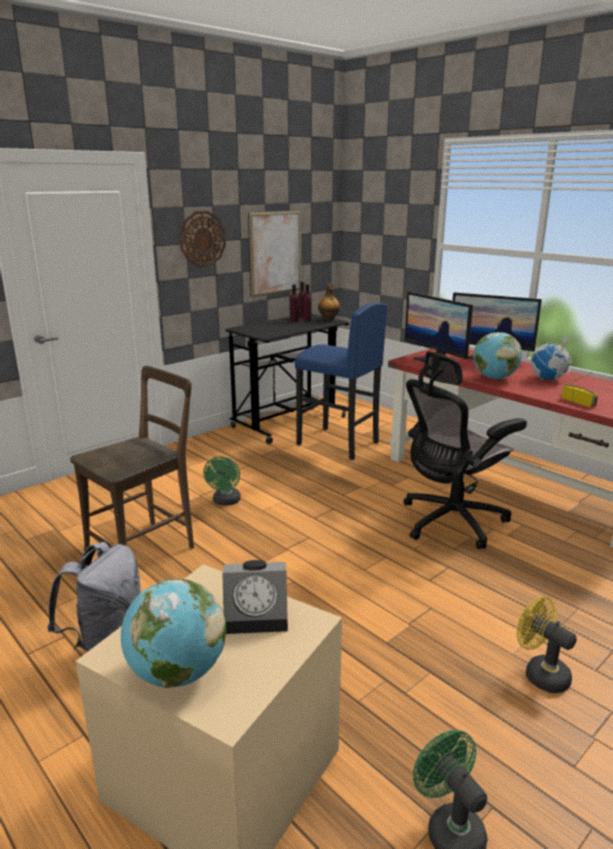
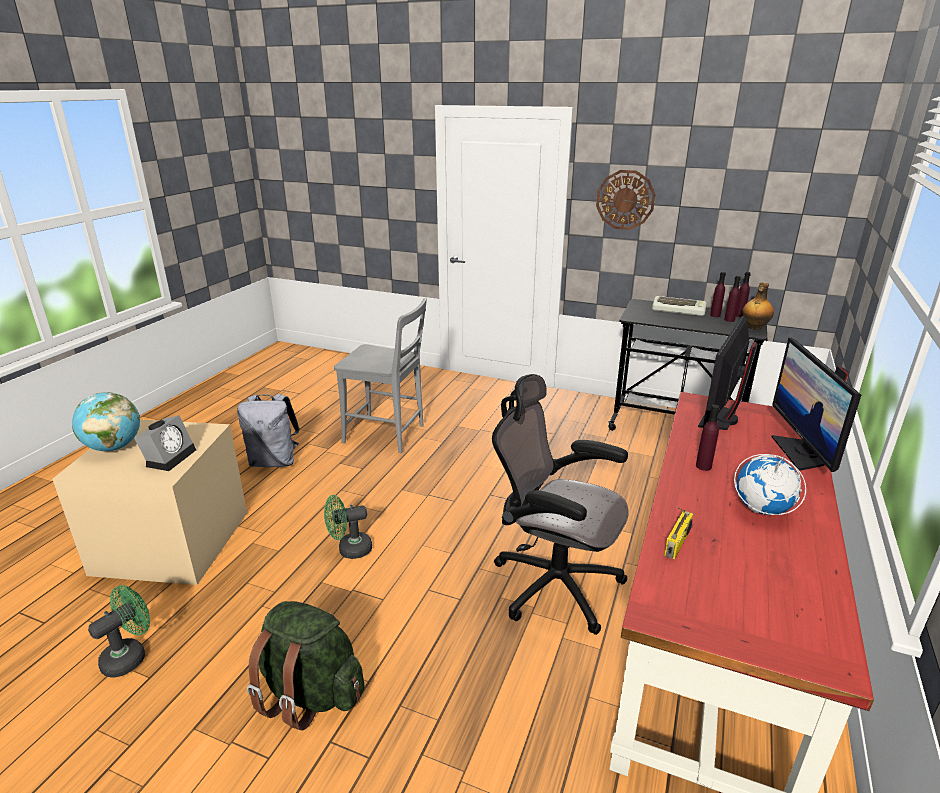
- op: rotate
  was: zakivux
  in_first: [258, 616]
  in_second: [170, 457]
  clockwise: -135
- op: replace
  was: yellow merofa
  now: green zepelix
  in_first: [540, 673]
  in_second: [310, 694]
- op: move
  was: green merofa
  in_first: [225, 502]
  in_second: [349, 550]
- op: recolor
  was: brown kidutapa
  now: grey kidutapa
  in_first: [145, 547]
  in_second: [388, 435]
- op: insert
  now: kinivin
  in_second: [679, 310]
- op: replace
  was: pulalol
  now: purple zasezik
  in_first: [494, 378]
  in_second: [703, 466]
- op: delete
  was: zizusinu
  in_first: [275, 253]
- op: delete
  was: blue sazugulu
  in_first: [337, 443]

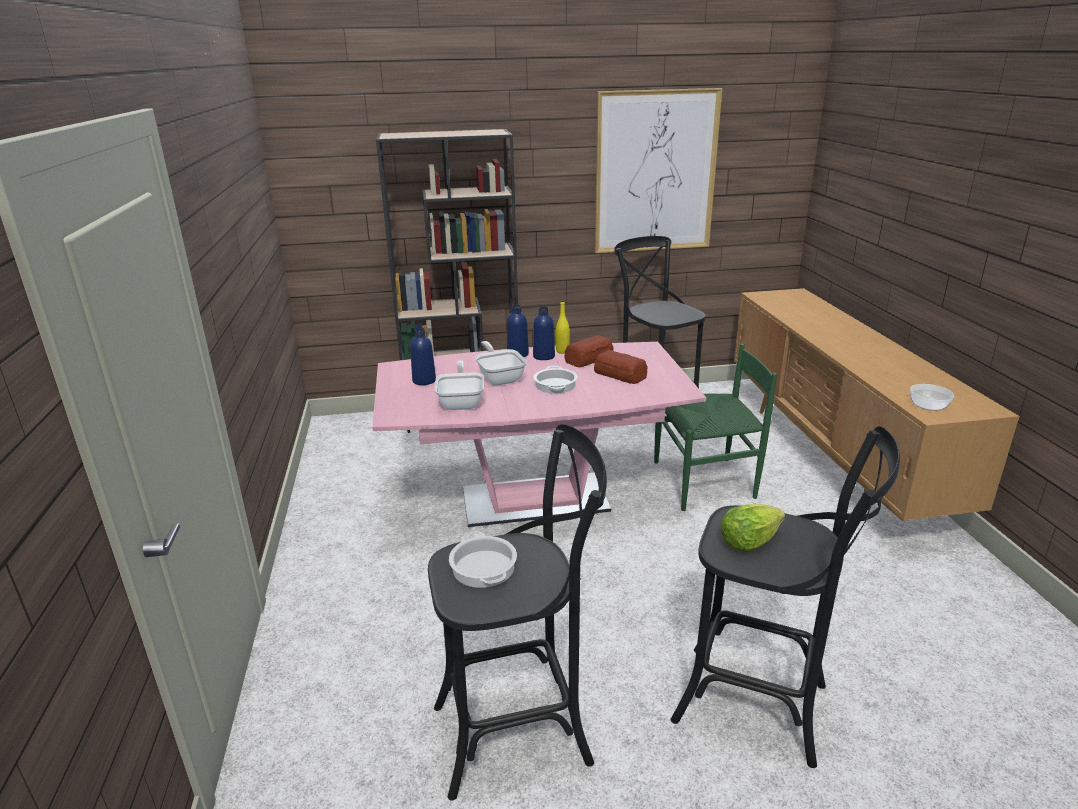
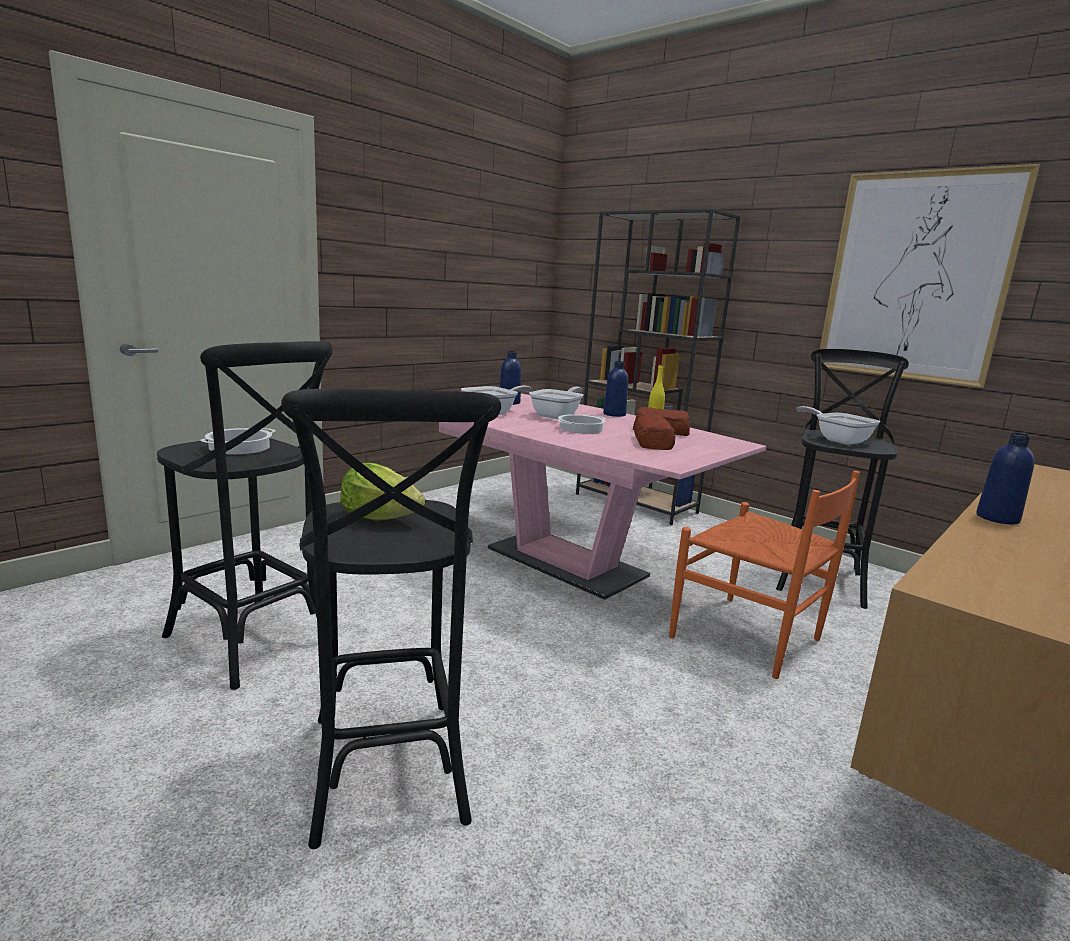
- op: recolor
  was: green kidutapa
  now: orange kidutapa
  in_first: [705, 482]
  in_second: [748, 638]
- op: insert
  now: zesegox
  in_second: [837, 440]
- op: move
  was: blue zasezik
  in_first: [544, 356]
  in_second: [997, 518]
- op: delete
  was: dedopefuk
  in_first: [928, 406]

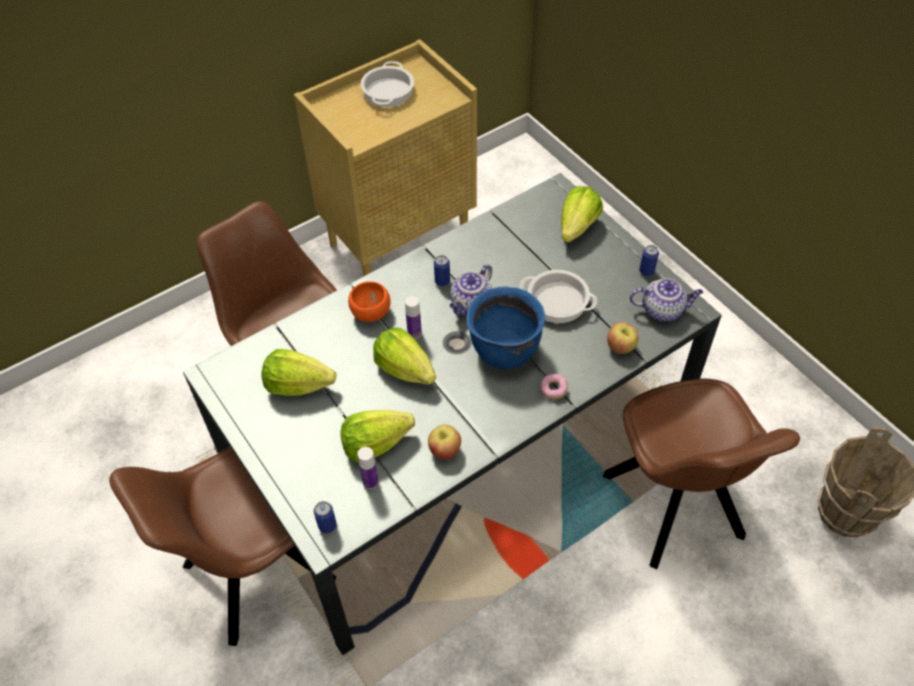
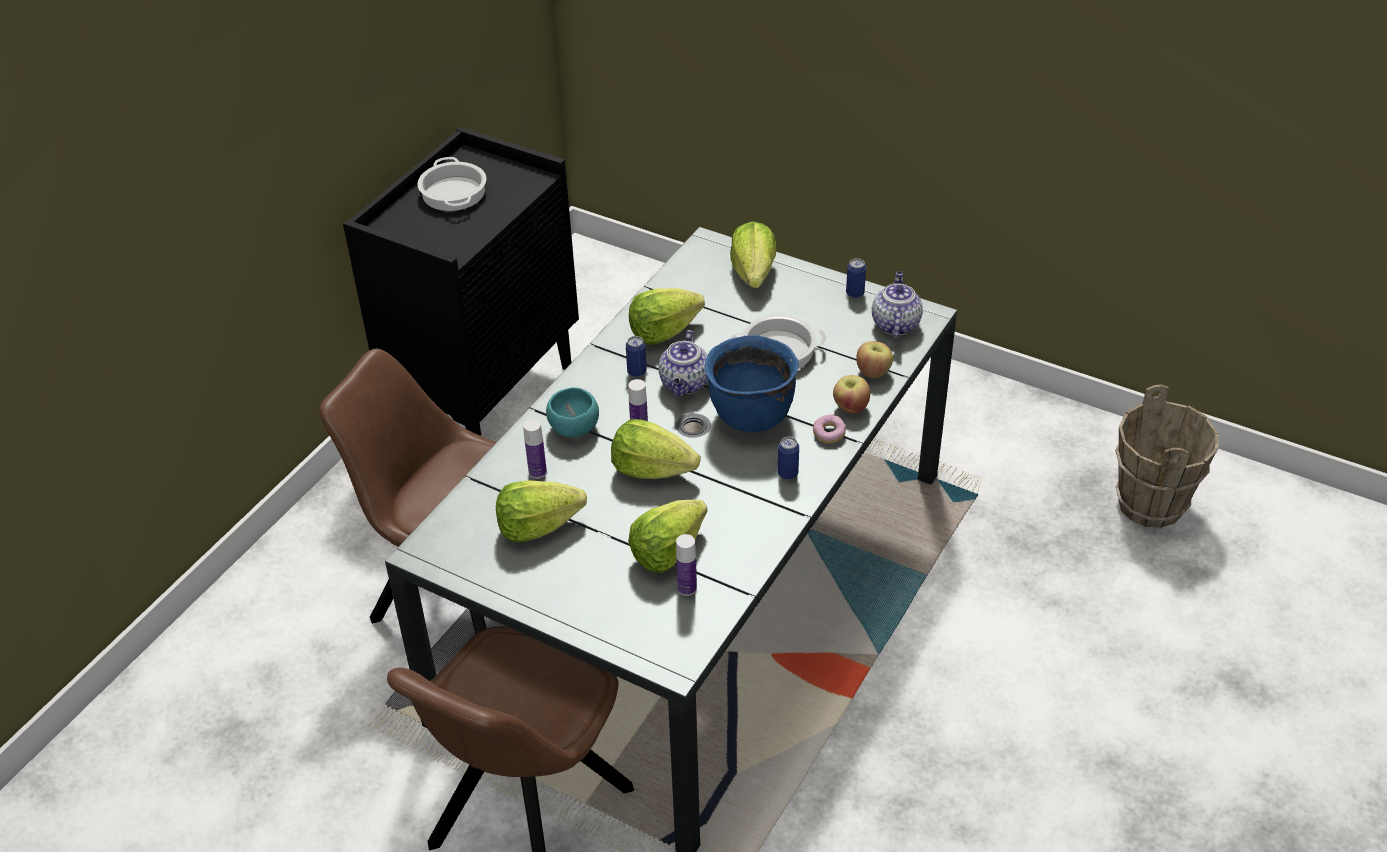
- op: recolor
  was: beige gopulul
  now: black gopulul
  in_first: [400, 240]
  in_second: [487, 397]
- op: insert
  now: zasezik
  in_second: [537, 472]
- op: recolor
  was: orange dedopefuk
  now: turquoise dedopefuk
  in_first: [369, 312]
  in_second: [572, 428]
- op: insert
  now: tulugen
  in_second: [663, 331]
- op: move
  was: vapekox
  in_first: [327, 525]
  in_second: [787, 473]
- op: move
  was: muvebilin
  in_first: [444, 450]
  in_second: [850, 407]
- op: rotate
  was: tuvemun
  in_first: [663, 310]
  in_second: [895, 324]
  clockwise: -60
- op: delete
  was: brown kidutapa
  in_first: [674, 506]

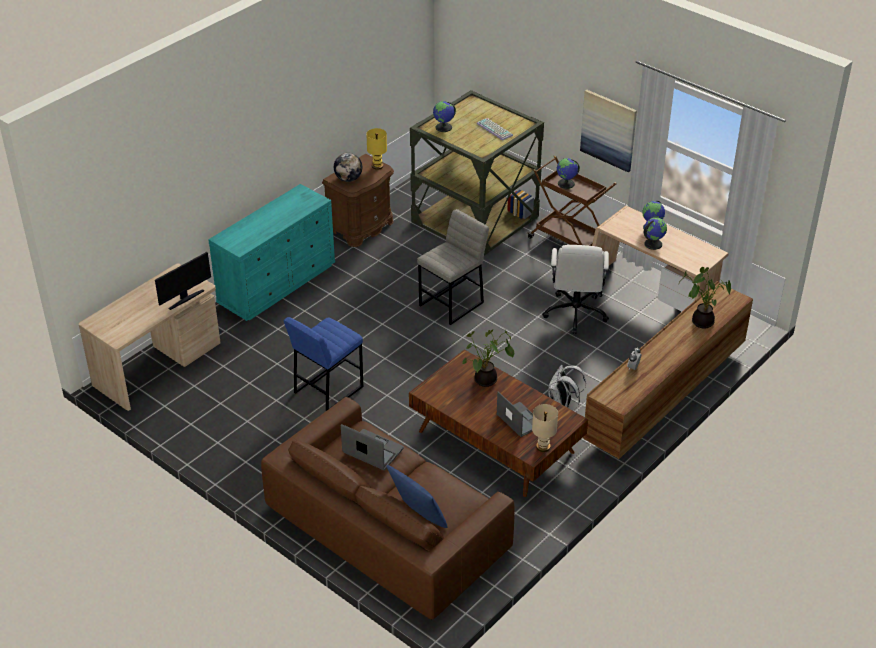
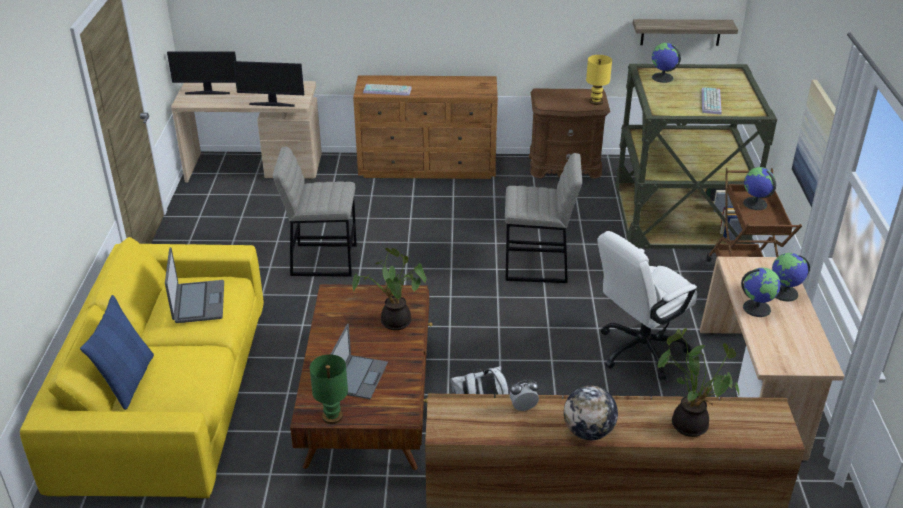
- op: recolor
  was: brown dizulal
  now: yellow dizulal
  in_first: [387, 527]
  in_second: [165, 392]
- op: insert
  now: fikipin
  in_second: [207, 93]
- op: recolor
  was: blue kidutapa
  now: grey kidutapa
  in_first: [327, 390]
  in_second: [322, 260]
- op: recolor
  was: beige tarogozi
  now: green tarogozi
  in_first: [542, 446]
  in_second: [332, 416]
- op: recolor
  was: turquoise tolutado
  now: brown tolutado
  in_first: [277, 284]
  in_second: [428, 167]
- op: insert
  now: kinivin
  in_second: [388, 90]
- op: move
  was: pulalol
  in_first: [348, 179]
  in_second: [588, 432]
- op: insert
  now: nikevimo
  in_second: [681, 32]

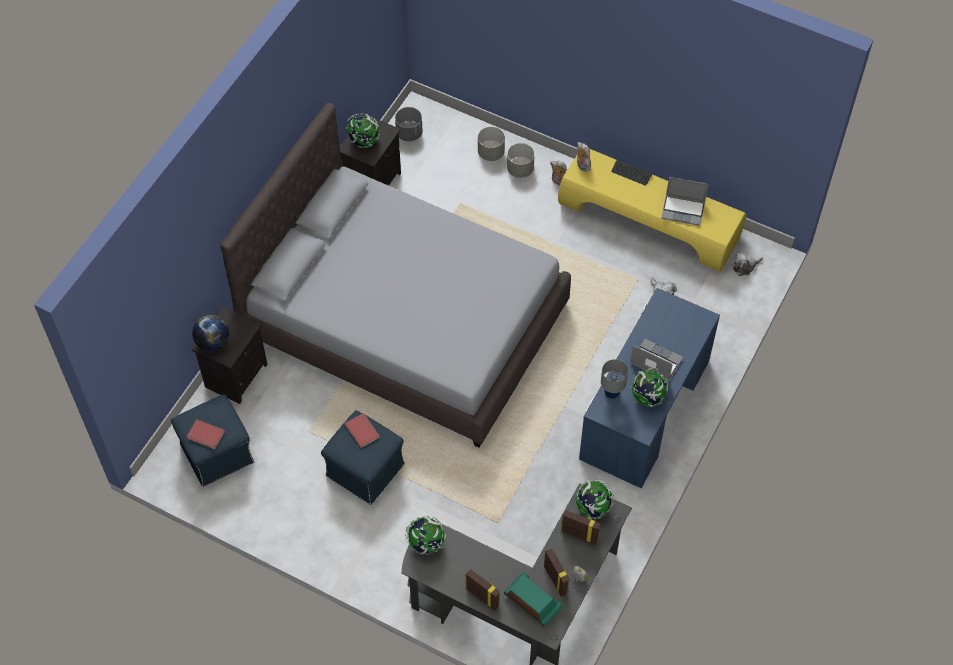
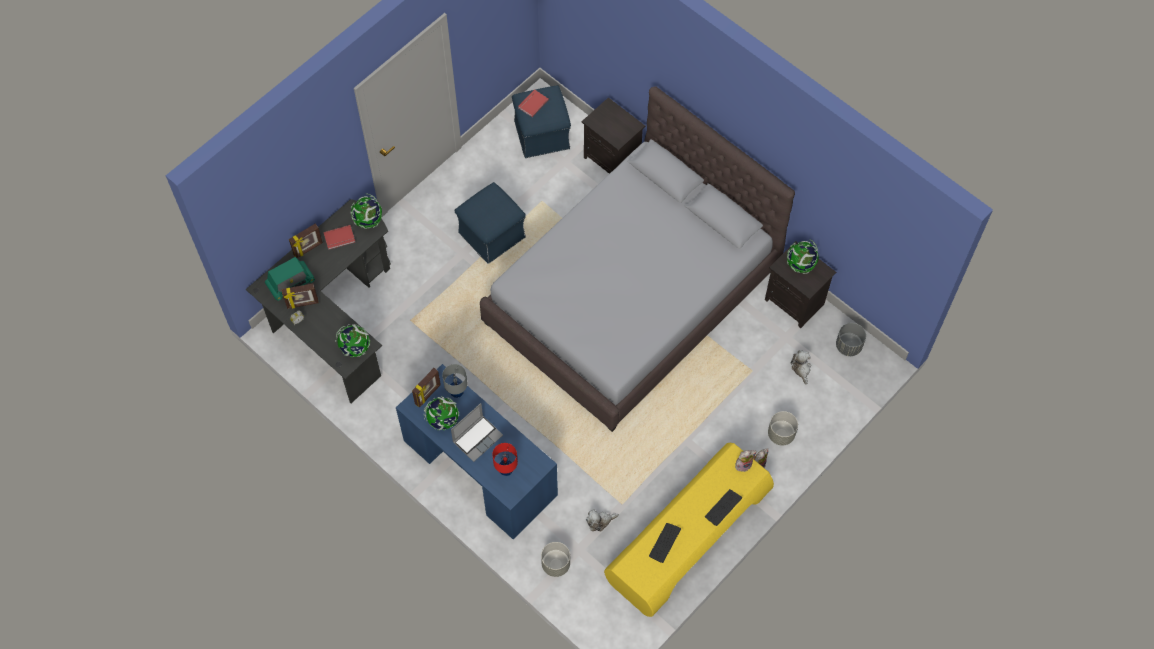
- op: move
  was: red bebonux
  in_first: [363, 430]
  in_second: [340, 238]
- op: move
  was: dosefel
  in_first: [579, 535]
  in_second: [428, 394]
- op: insert
  now: red tarogozi
  in_second: [506, 471]
- op: move
  was: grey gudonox
  in_first: [491, 153]
  in_second: [555, 564]
- op: replace
  was: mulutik
  now: kinivin
  in_first: [683, 210]
  in_second: [664, 543]
- op: move
  was: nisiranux
  in_first: [745, 267]
  in_second: [801, 368]
- op: delete
  was: pulalol
  in_first: [213, 342]

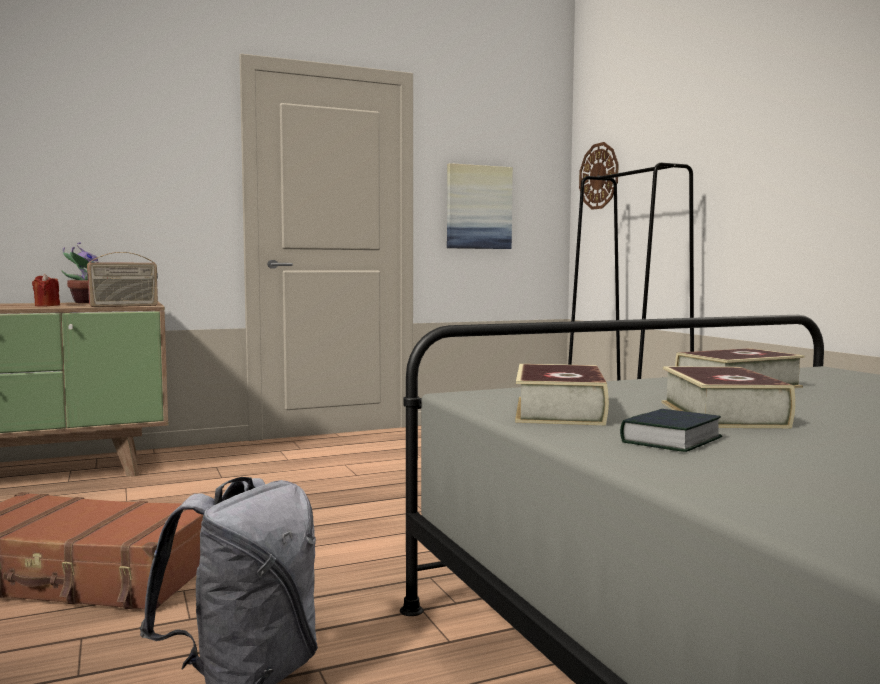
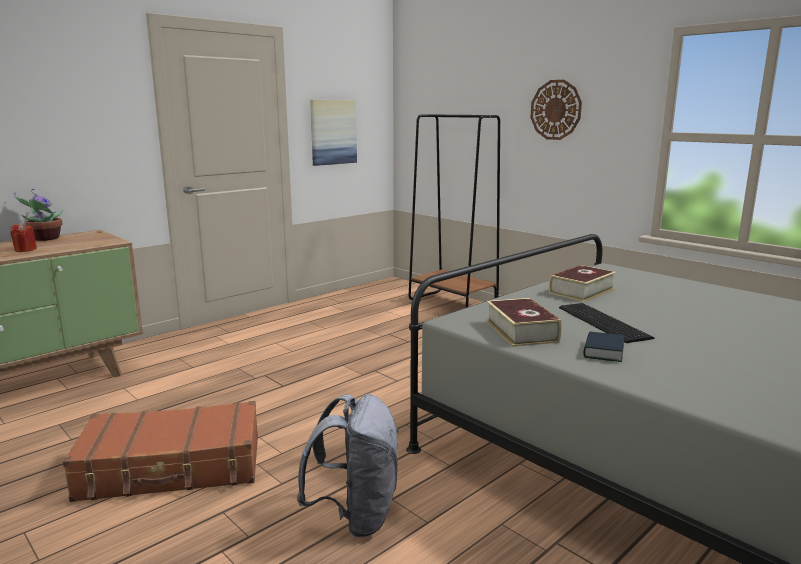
- op: move
  was: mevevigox
  in_first: [599, 176]
  in_second: [556, 110]
- op: replace
  was: bebonux
  now: kinivin
  in_first: [722, 414]
  in_second: [602, 323]
- op: delete
  was: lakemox
  in_first: [124, 306]

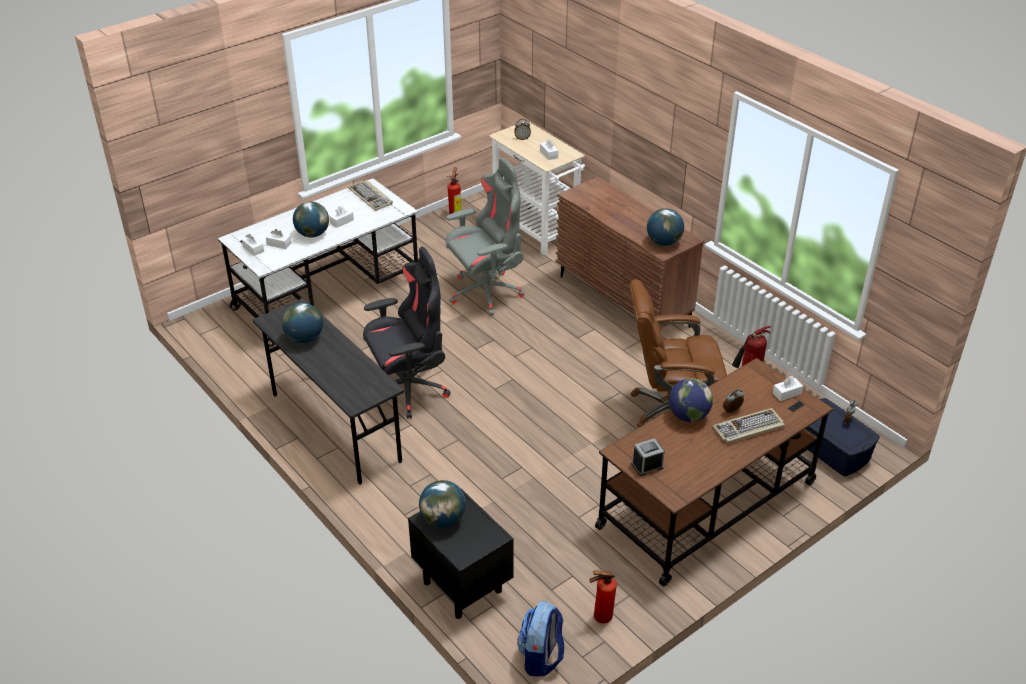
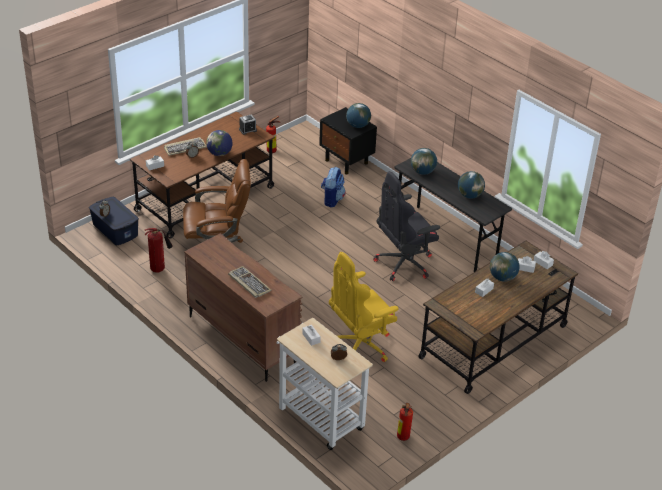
- op: move
  was: kinivin
  in_first: [371, 197]
  in_second: [248, 283]
- op: move
  was: zepelix
  in_first: [541, 657]
  in_second: [332, 199]
- op: recolor
  was: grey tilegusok
  now: yellow tilegusok
  in_first: [484, 293]
  in_second: [360, 345]
- op: move
  was: pulalol
  in_first: [664, 242]
  in_second: [422, 171]
- op: recolor
  was: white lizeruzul
  now: brown lizeruzul
  in_first: [327, 294]
  in_second: [494, 342]

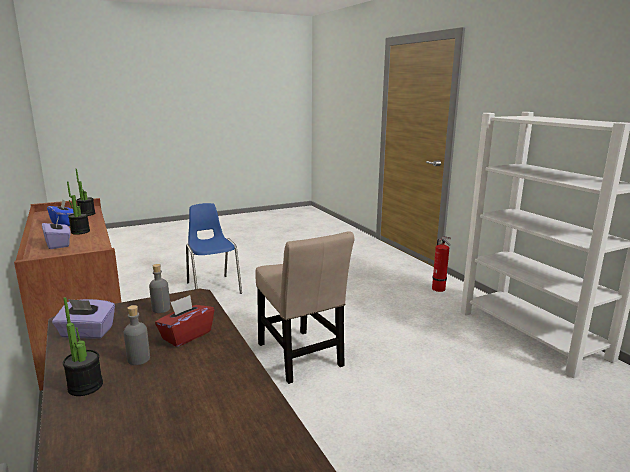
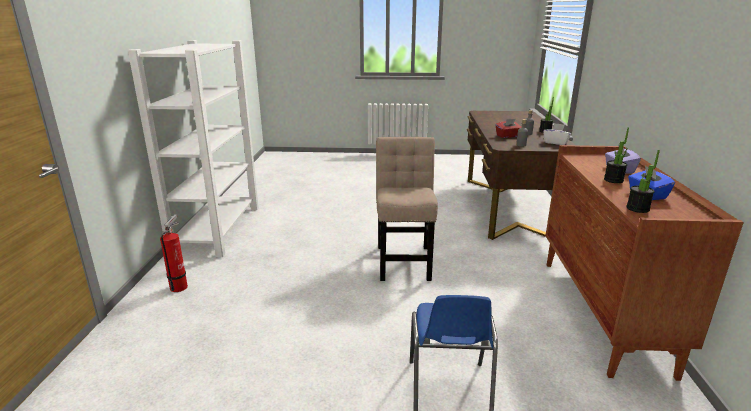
- op: recolor
  was: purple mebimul
  now: white mebimul
  in_first: [87, 333]
  in_second: [555, 142]

